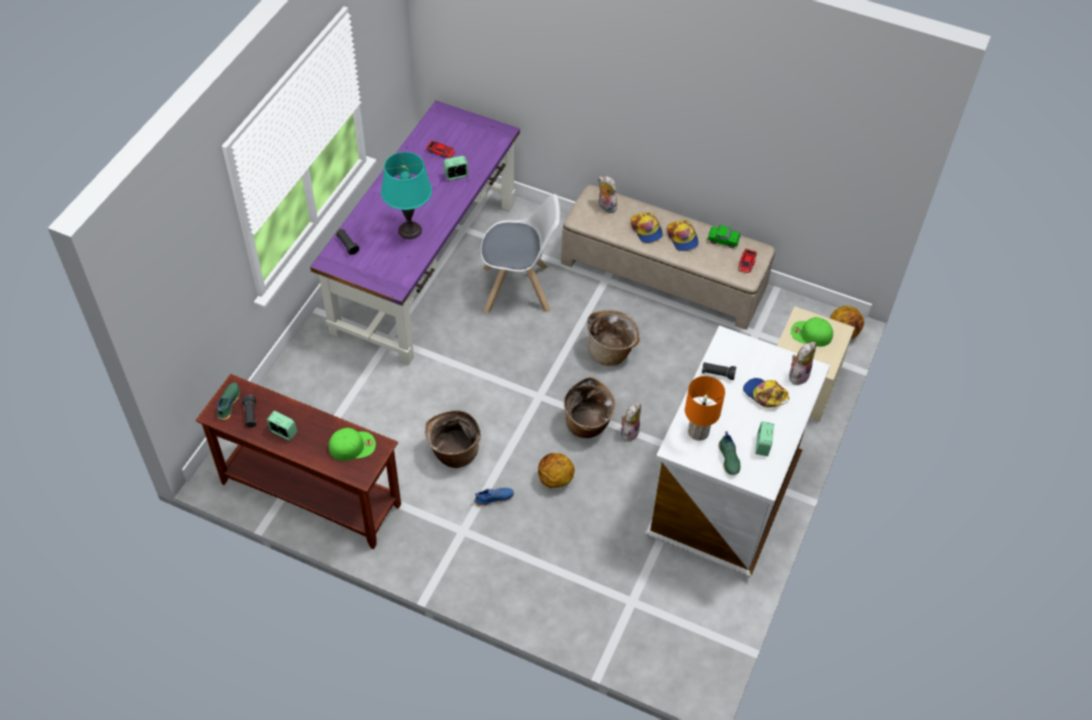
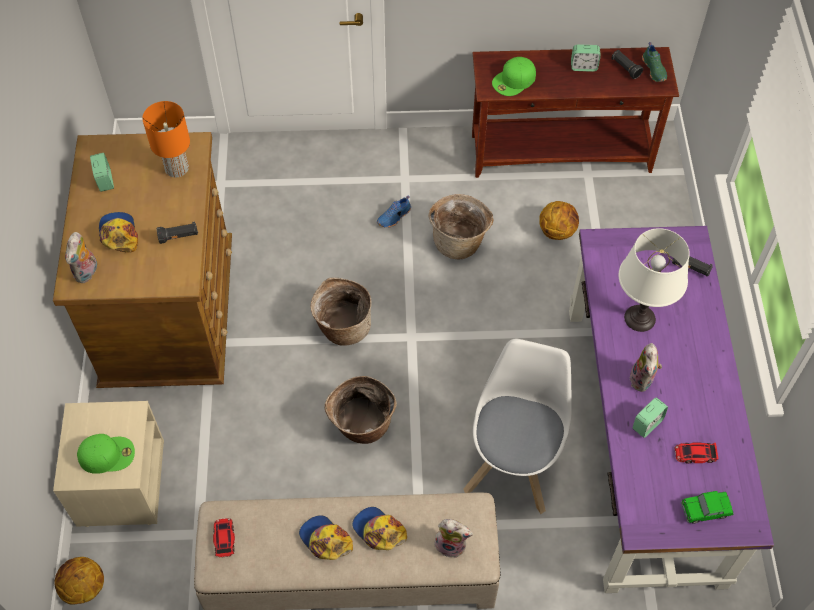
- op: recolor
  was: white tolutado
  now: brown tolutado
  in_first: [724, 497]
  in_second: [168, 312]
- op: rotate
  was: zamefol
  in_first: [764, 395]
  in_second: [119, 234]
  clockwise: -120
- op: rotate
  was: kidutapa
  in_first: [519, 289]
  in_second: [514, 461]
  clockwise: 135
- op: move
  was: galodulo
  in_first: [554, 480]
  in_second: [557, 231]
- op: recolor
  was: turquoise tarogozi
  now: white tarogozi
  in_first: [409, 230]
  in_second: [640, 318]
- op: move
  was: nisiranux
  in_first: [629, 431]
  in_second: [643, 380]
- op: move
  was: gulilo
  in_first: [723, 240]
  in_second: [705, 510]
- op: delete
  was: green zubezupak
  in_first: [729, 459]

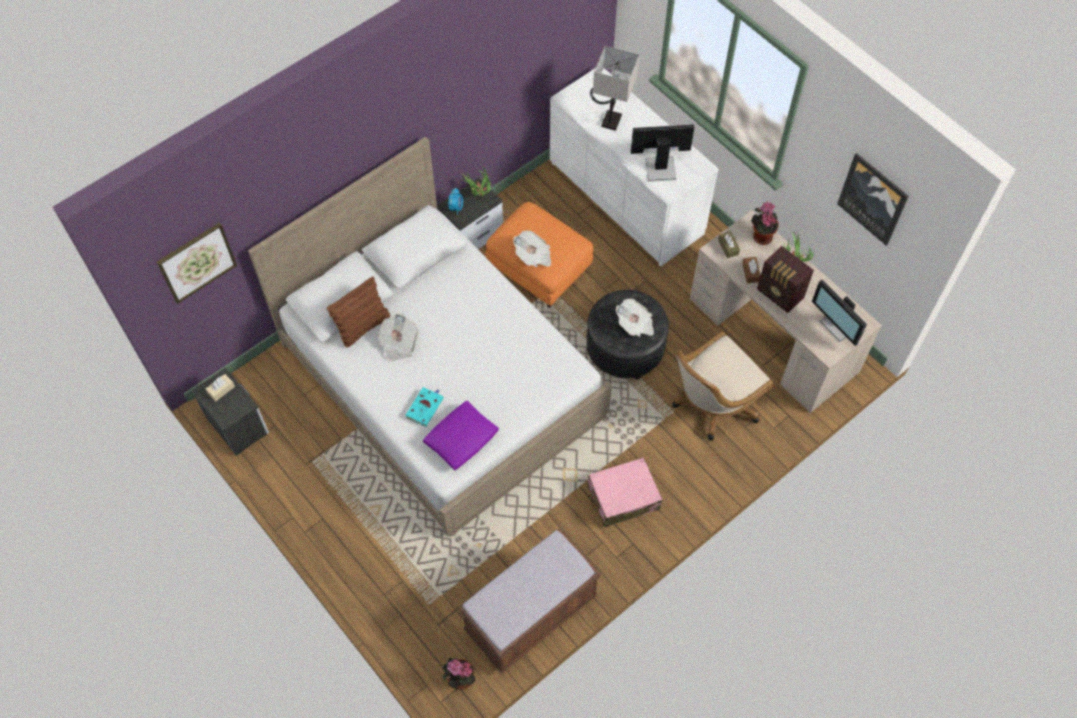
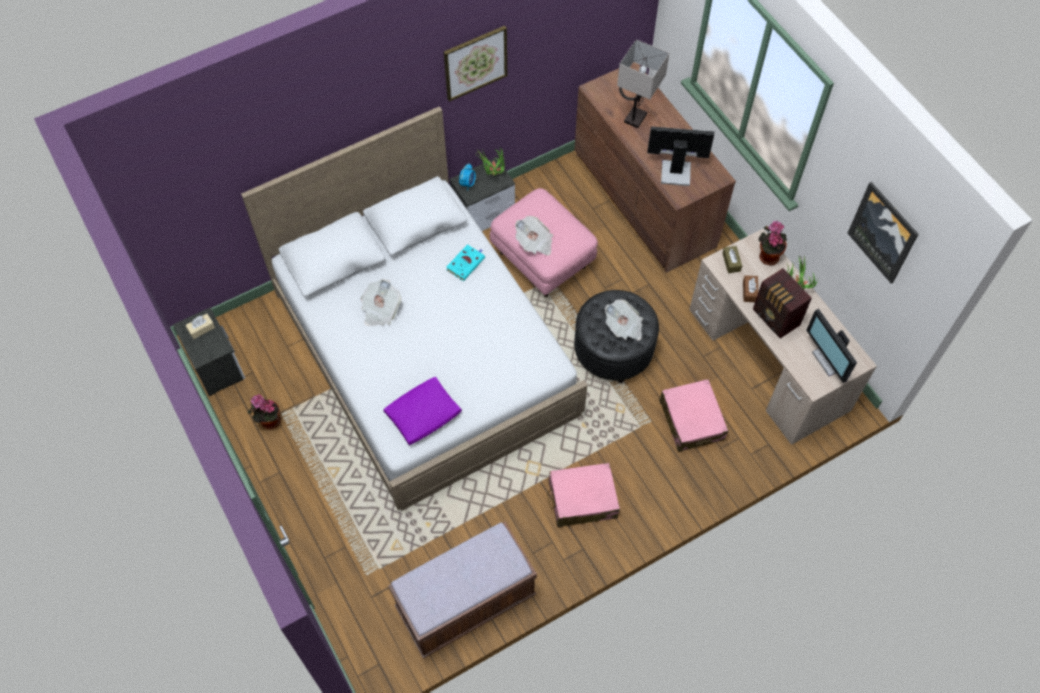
- op: move
  was: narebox
  in_first: [459, 680]
  in_second: [269, 421]
- op: move
  was: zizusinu
  in_first: [196, 262]
  in_second: [475, 62]
- op: move
  was: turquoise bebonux
  in_first: [425, 407]
  in_second: [466, 263]
- op: recolor
  was: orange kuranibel
  now: pink kuranibel
  in_first: [540, 273]
  in_second: [543, 261]
- op: recolor
  was: white tolutado
  now: brown tolutado
  in_first: [626, 199]
  in_second: [644, 200]
- op: replace
  was: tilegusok
  now: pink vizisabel
  in_first: [712, 404]
  in_second: [691, 420]
- op: delete
  was: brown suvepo
  in_first: [362, 326]

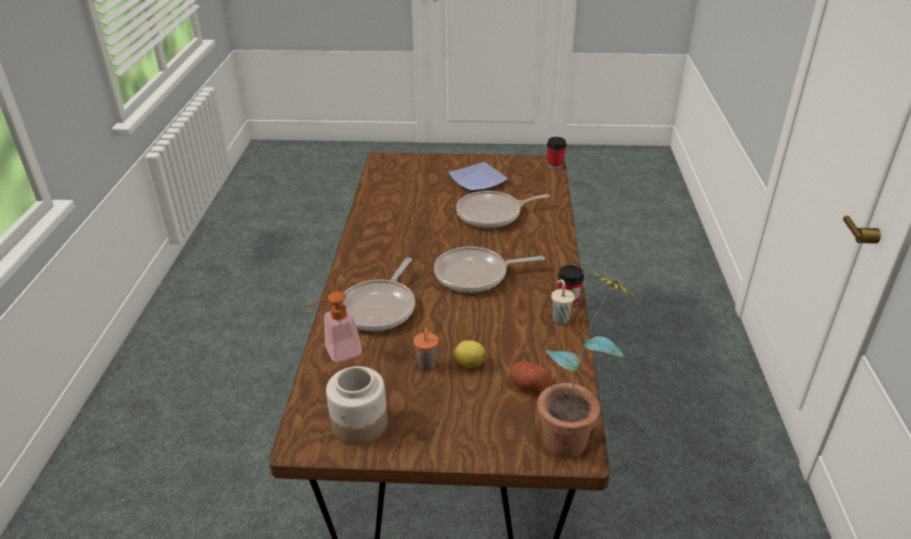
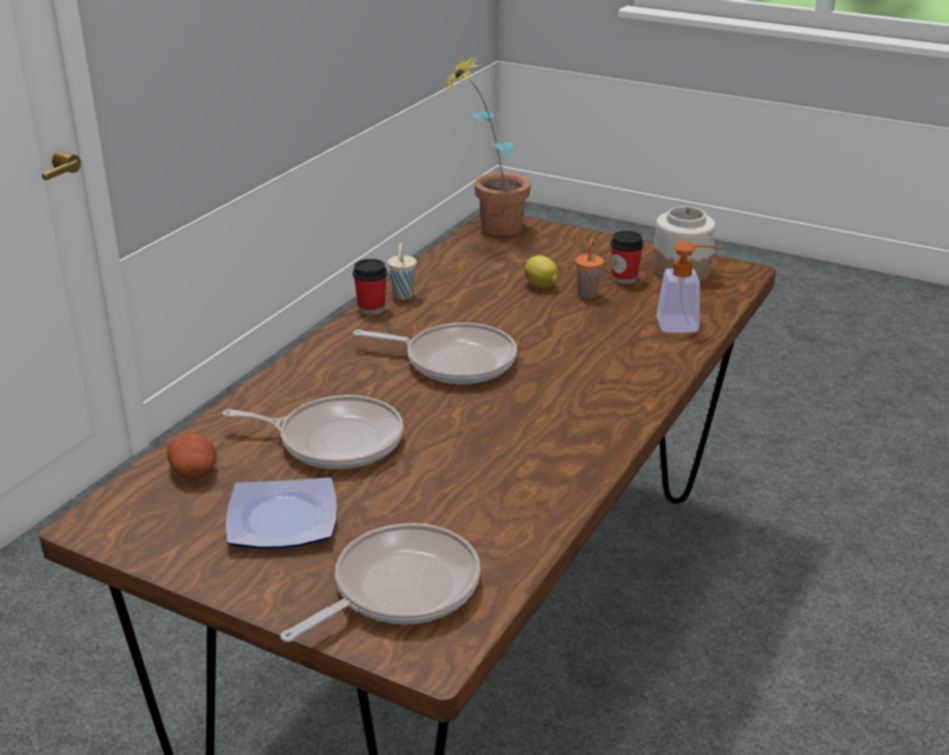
- op: move
  was: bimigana
  in_first: [528, 385]
  in_second: [194, 472]
- op: move
  was: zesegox
  in_first: [380, 308]
  in_second: [399, 589]
- op: move
  was: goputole
  in_first: [555, 165]
  in_second: [624, 278]

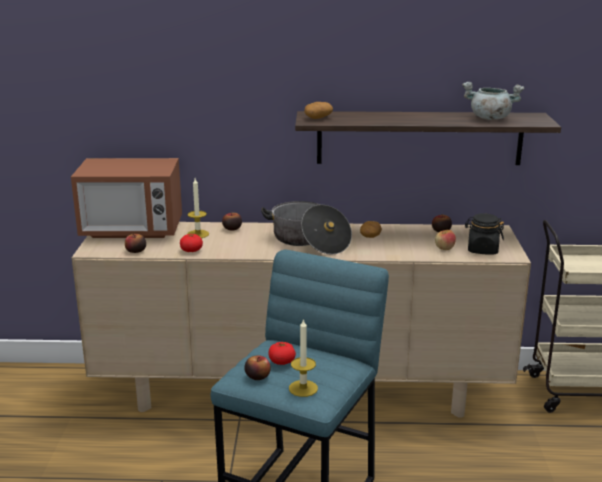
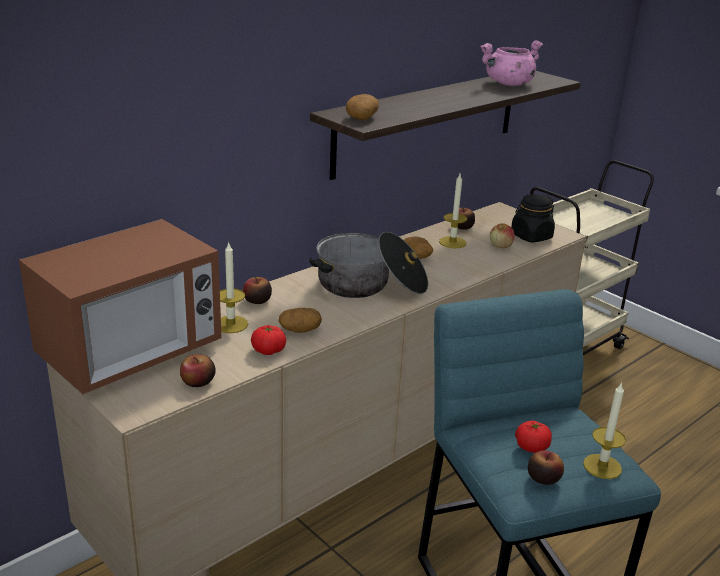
- op: insert
  now: bimigana
  in_second: [299, 330]
- op: insert
  now: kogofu
  in_second: [452, 242]
- op: recolor
  was: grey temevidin
  now: pink temevidin
  in_first: [489, 118]
  in_second: [508, 84]

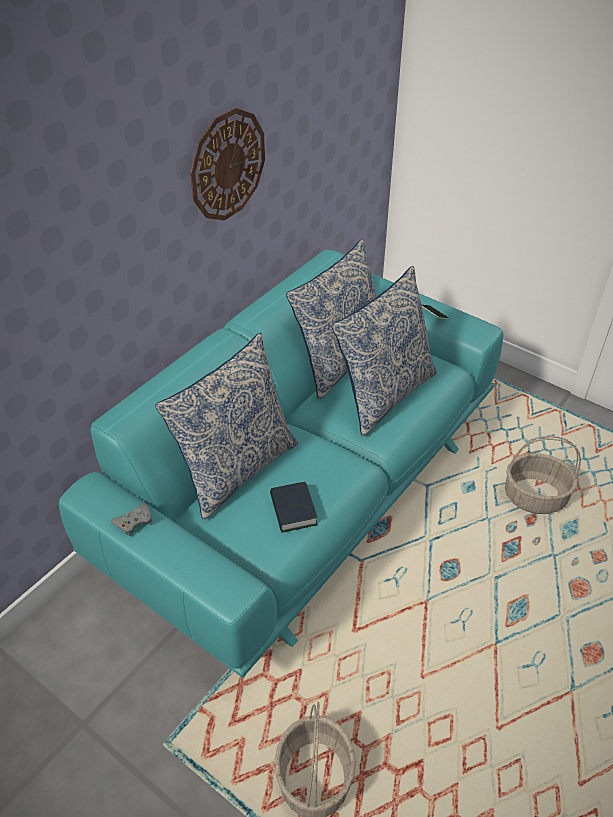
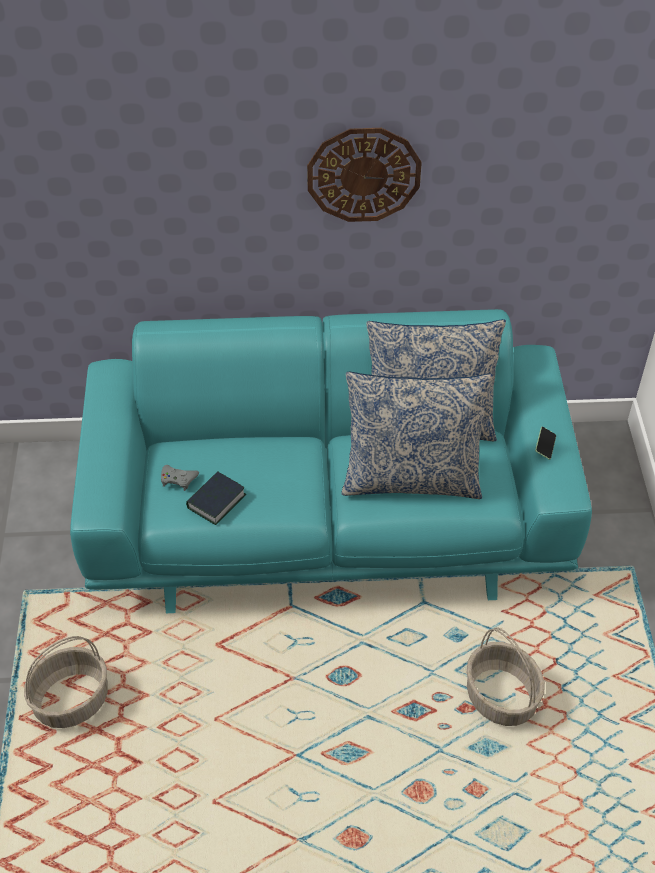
- op: move
  was: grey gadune
  in_first: [134, 522]
  in_second: [178, 479]
- op: delete
  was: suvepo
  in_first: [236, 468]

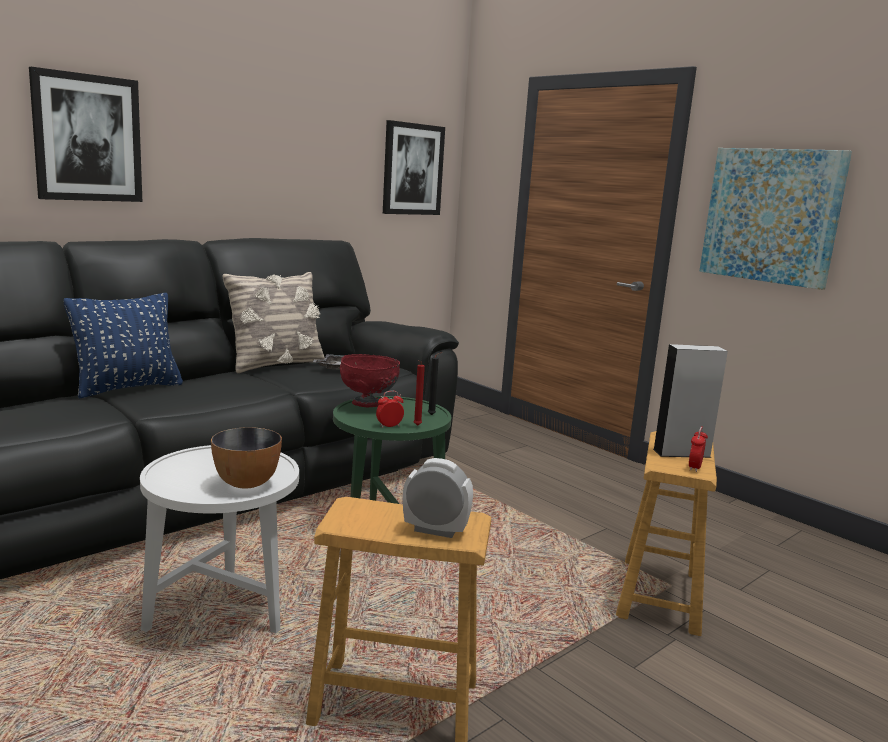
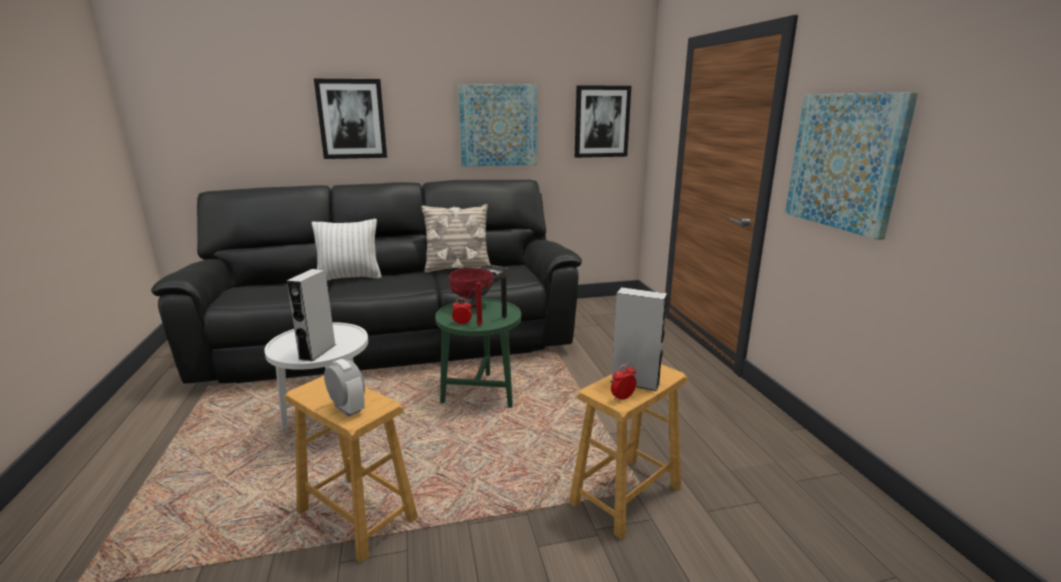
- op: replace
  was: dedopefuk
  now: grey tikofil
  in_first: [247, 483]
  in_second: [317, 351]
- op: recolor
  was: blue suvepo
  now: white suvepo
  in_first: [128, 388]
  in_second: [350, 277]
- op: insert
  now: zizusinu
  in_second: [498, 125]

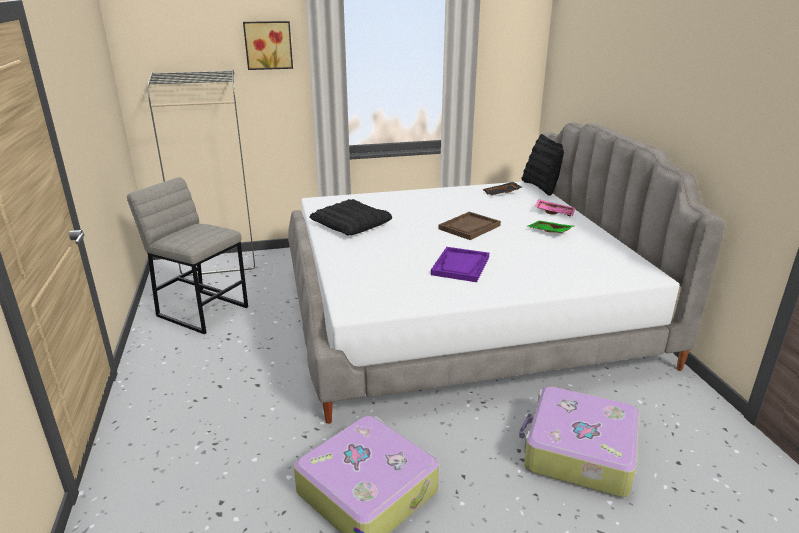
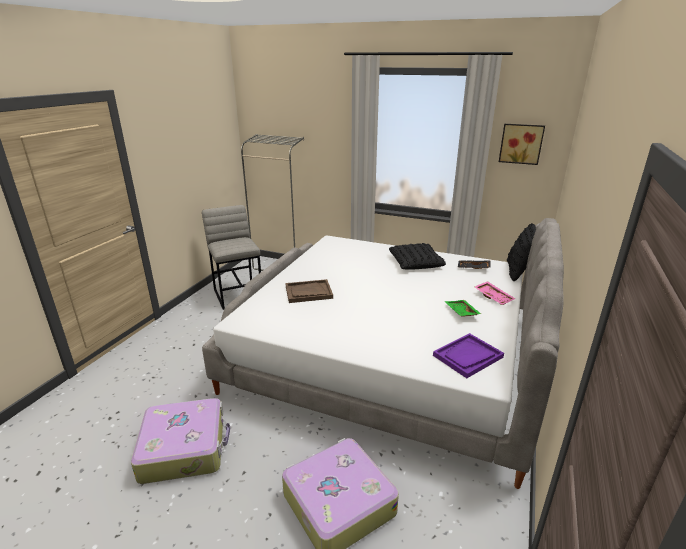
- op: move
  was: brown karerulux
  in_first: [469, 227]
  in_second: [308, 292]
- op: move
  was: black suvepo
  in_first: [351, 225]
  in_second: [415, 262]
- op: move
  was: purple karerulux
  in_first: [460, 266]
  in_second: [468, 356]
- op: move
  was: zizusinu
  in_first: [268, 45]
  in_second: [521, 143]

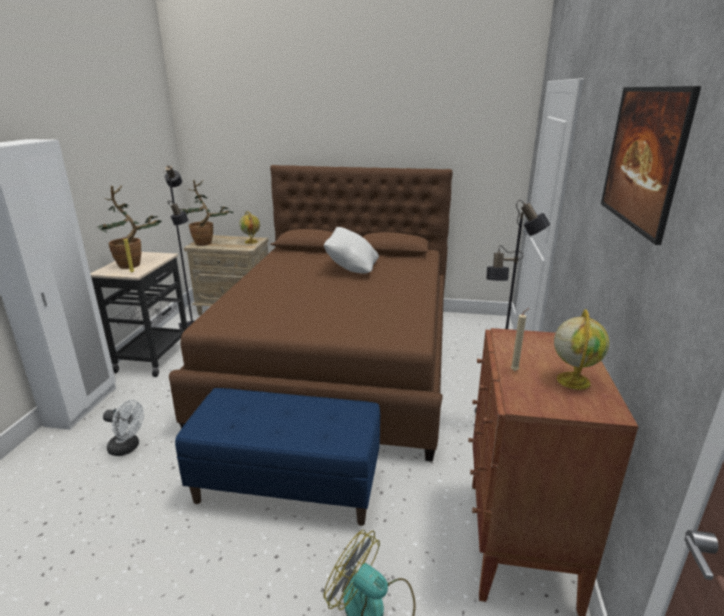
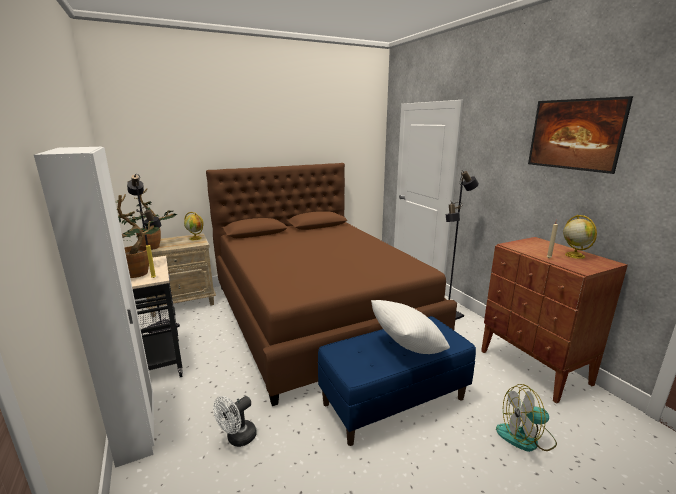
- op: rotate
  was: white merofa
  in_first: [128, 448]
  in_second: [238, 439]
  clockwise: 150
- op: move
  was: white suvepo
  in_first: [352, 269]
  in_second: [407, 347]

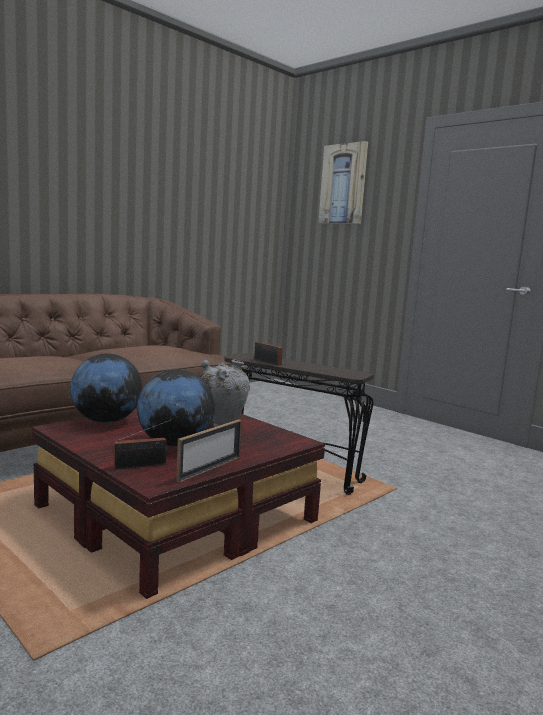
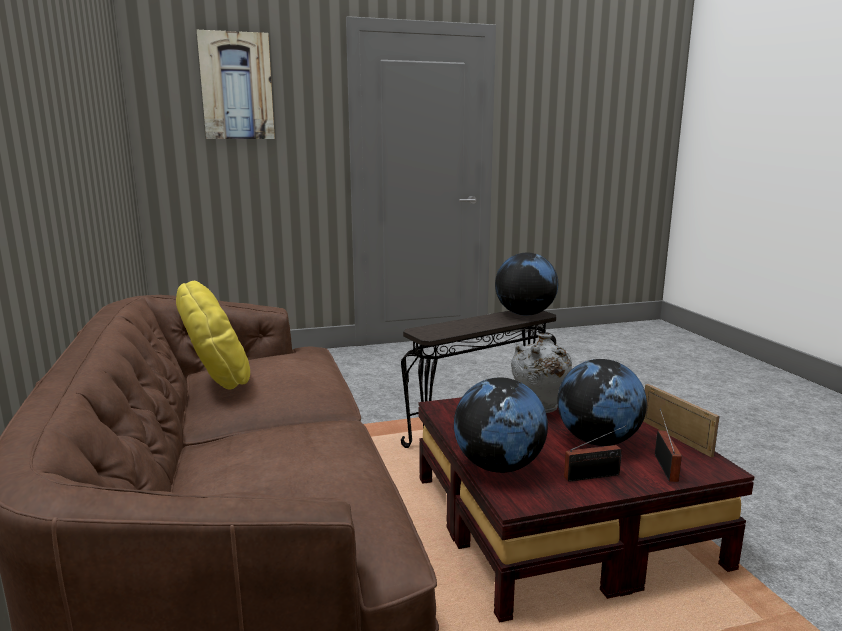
- op: insert
  now: yellow suvepo
  in_second: [217, 383]
- op: insert
  now: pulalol
  in_second: [525, 314]
- op: move
  was: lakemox
  in_first: [268, 362]
  in_second: [595, 476]

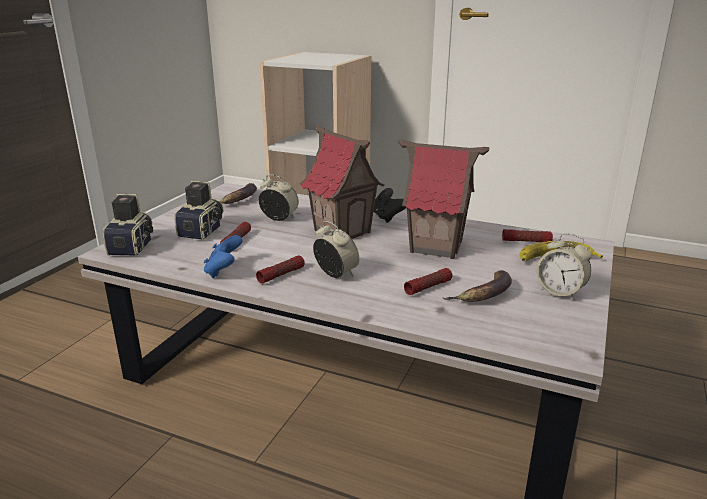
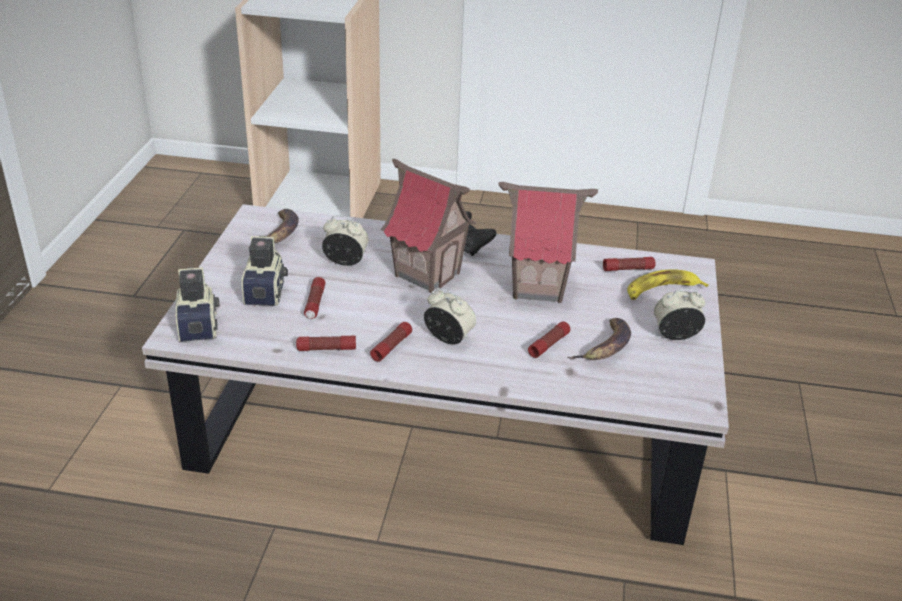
- op: replace
  was: blue gadune
  now: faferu
  in_first: [223, 271]
  in_second: [326, 349]
- op: rotate
  was: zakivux
  in_first: [560, 292]
  in_second: [675, 335]
  clockwise: 150

